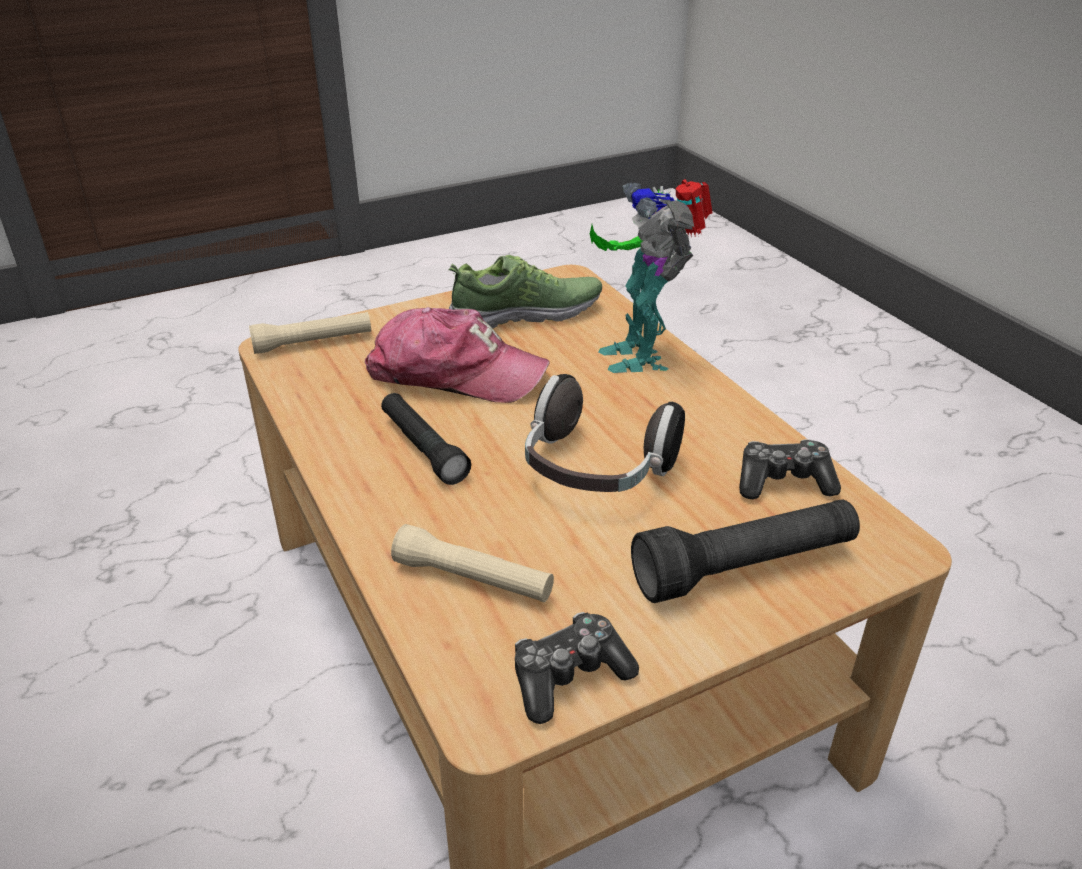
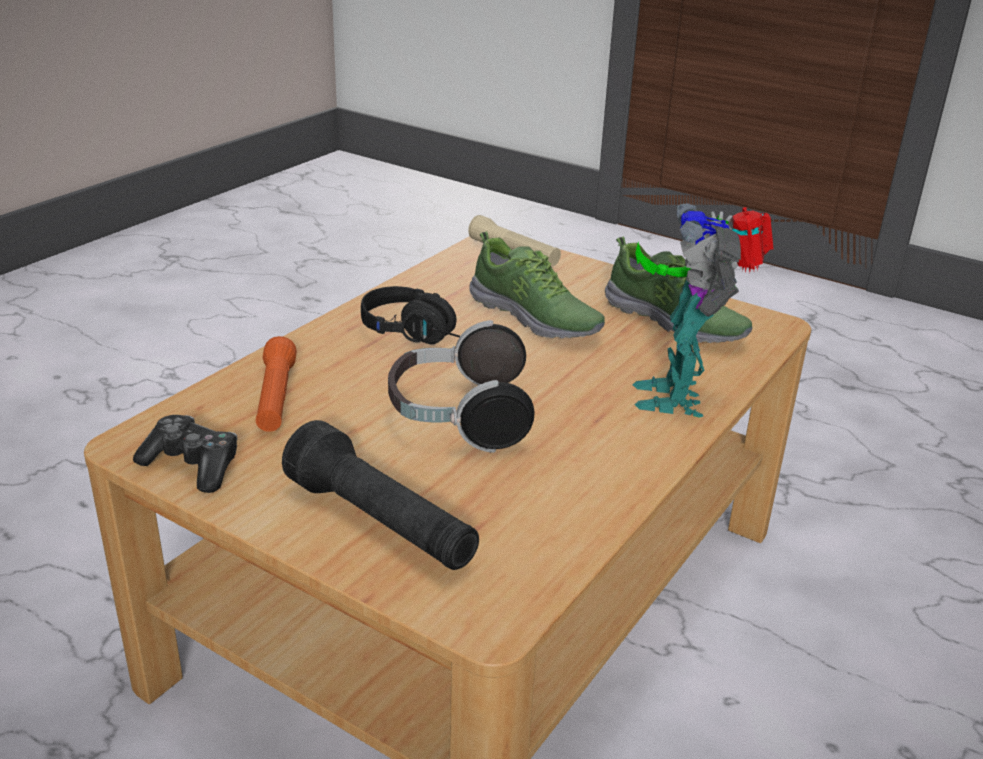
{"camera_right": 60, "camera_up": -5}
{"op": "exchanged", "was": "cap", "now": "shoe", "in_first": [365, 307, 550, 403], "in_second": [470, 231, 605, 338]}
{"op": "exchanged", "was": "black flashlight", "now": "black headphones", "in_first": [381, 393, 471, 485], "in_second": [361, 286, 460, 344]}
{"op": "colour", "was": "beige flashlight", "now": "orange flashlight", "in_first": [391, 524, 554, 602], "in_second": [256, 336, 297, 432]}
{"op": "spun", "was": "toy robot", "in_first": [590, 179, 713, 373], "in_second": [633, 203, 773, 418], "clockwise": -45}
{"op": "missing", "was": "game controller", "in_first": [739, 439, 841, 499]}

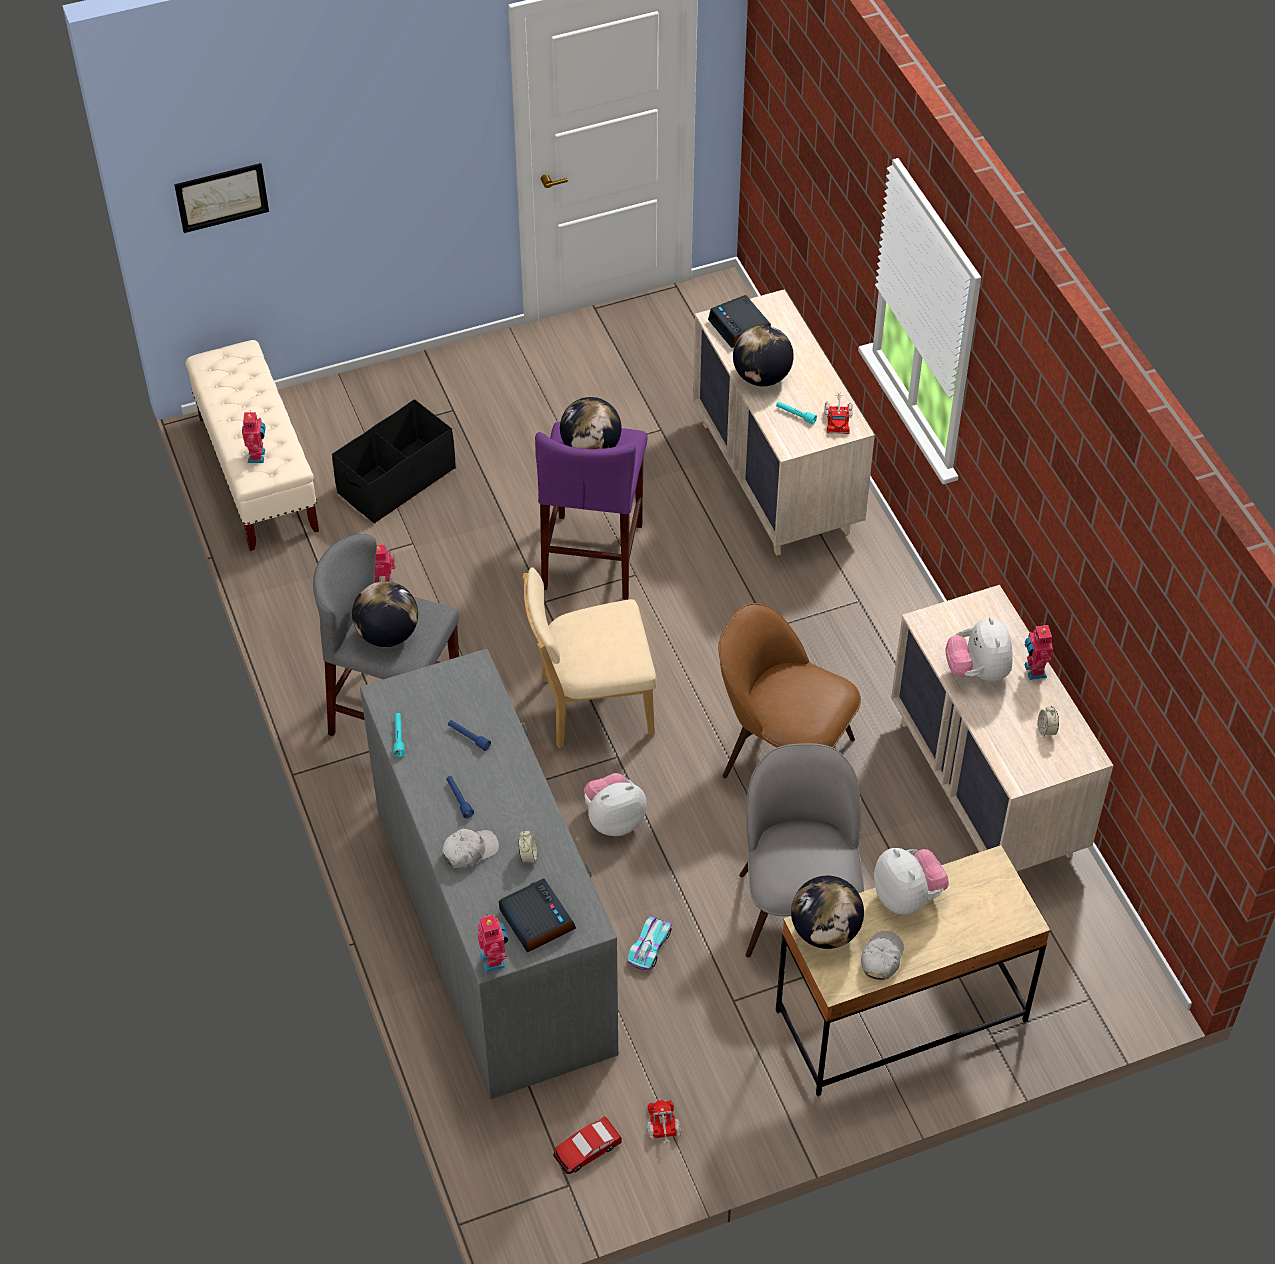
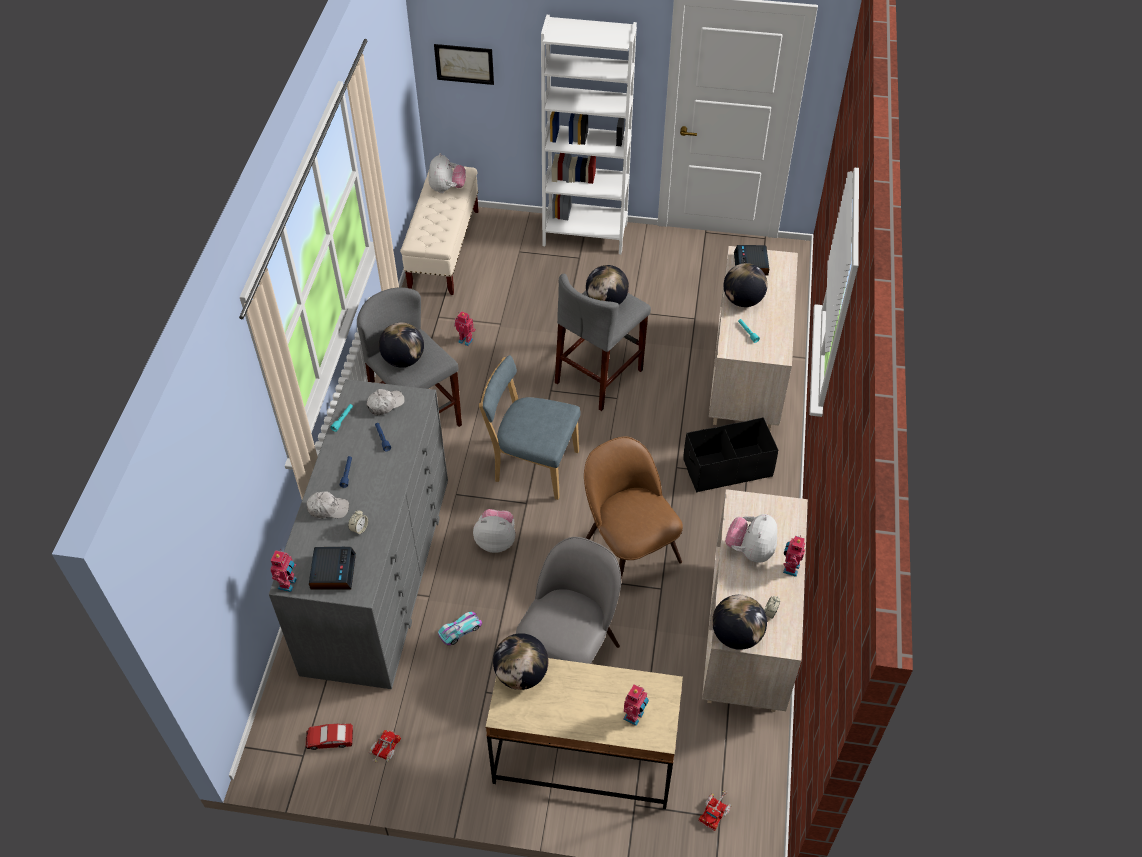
{"camera_right": 30, "camera_up": 0}
{"op": "relocated", "was": "toy robot", "in_first": [242, 410, 266, 463], "in_second": [623, 684, 649, 726]}
{"op": "relocated", "was": "black storage box", "in_first": [332, 399, 456, 524], "in_second": [683, 417, 778, 492]}
{"op": "colour", "was": "beige chair", "now": "blue chair", "in_first": [522, 567, 657, 748], "in_second": [479, 355, 581, 500]}
{"op": "colour", "was": "purple stool", "now": "grey stool", "in_first": [535, 422, 648, 600], "in_second": [555, 274, 651, 411]}
{"op": "relocated", "was": "toy truck", "in_first": [824, 392, 853, 434], "in_second": [698, 790, 732, 831]}
{"op": "relocated", "was": "white cap", "in_first": [861, 931, 904, 980], "in_second": [367, 389, 405, 415]}
{"op": "relocated", "was": "plush toy", "in_first": [874, 848, 949, 915], "in_second": [429, 153, 466, 193]}
{"op": "appeared", "now": "white bookcase", "in_second": [541, 15, 637, 254]}
{"op": "appeared", "now": "globe", "in_second": [712, 595, 767, 650]}

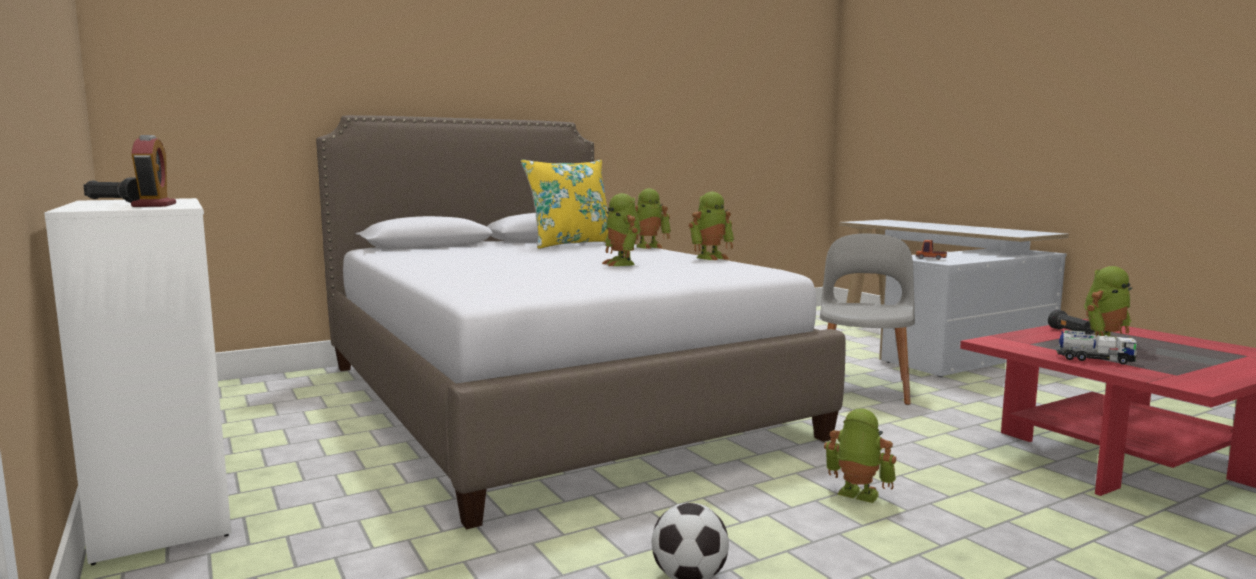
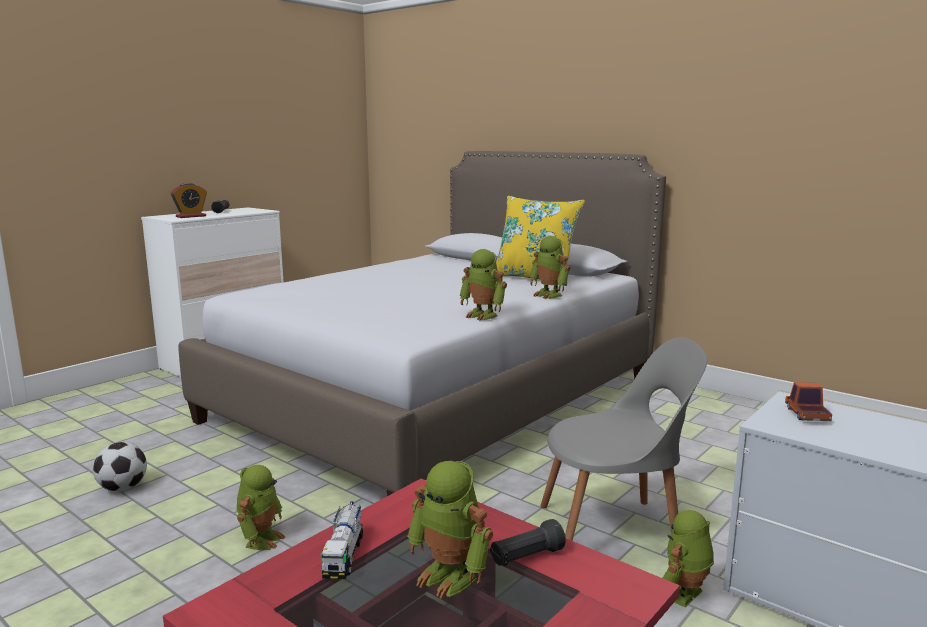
{"camera_right": 70, "camera_up": 5}
{"op": "relocated", "was": "toy robot", "in_first": [602, 193, 641, 266], "in_second": [663, 510, 714, 607]}

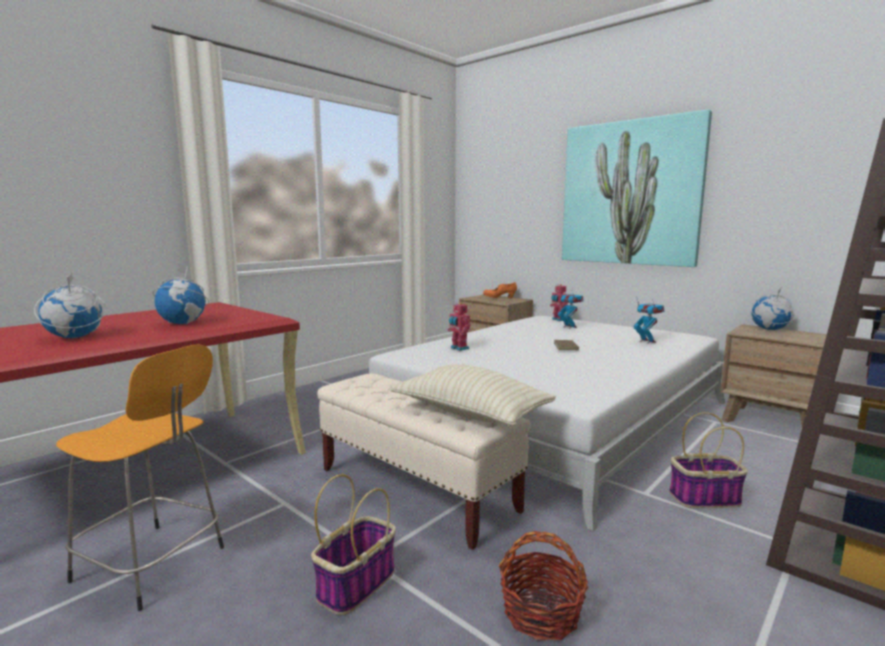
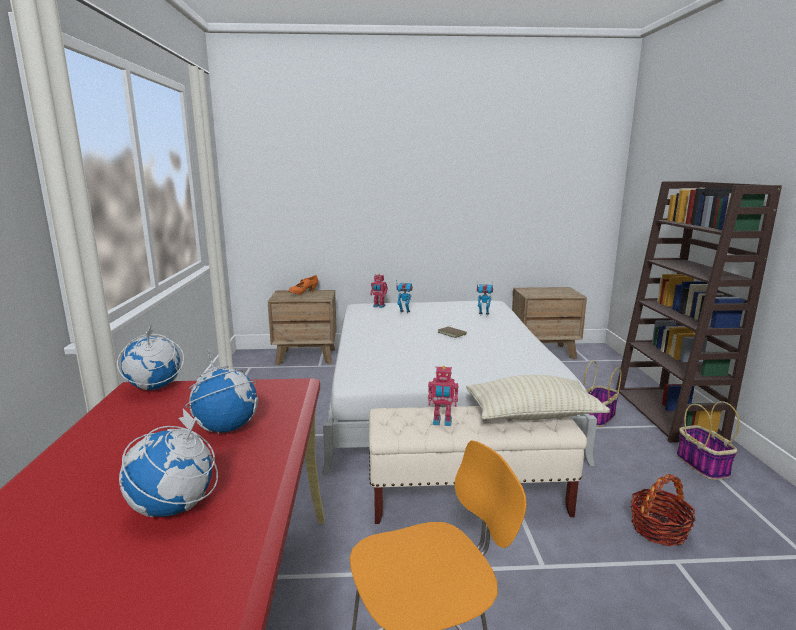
{"camera_right": -45, "camera_up": 5}
{"op": "relocated", "was": "basket", "in_first": [311, 474, 396, 615], "in_second": [676, 401, 740, 480]}
{"op": "relocated", "was": "toy robot", "in_first": [448, 302, 471, 351], "in_second": [428, 366, 458, 426]}
{"op": "missing", "was": "picture", "in_first": [562, 109, 712, 267]}
{"op": "relocated", "was": "globe", "in_first": [750, 286, 796, 330], "in_second": [117, 324, 184, 390]}

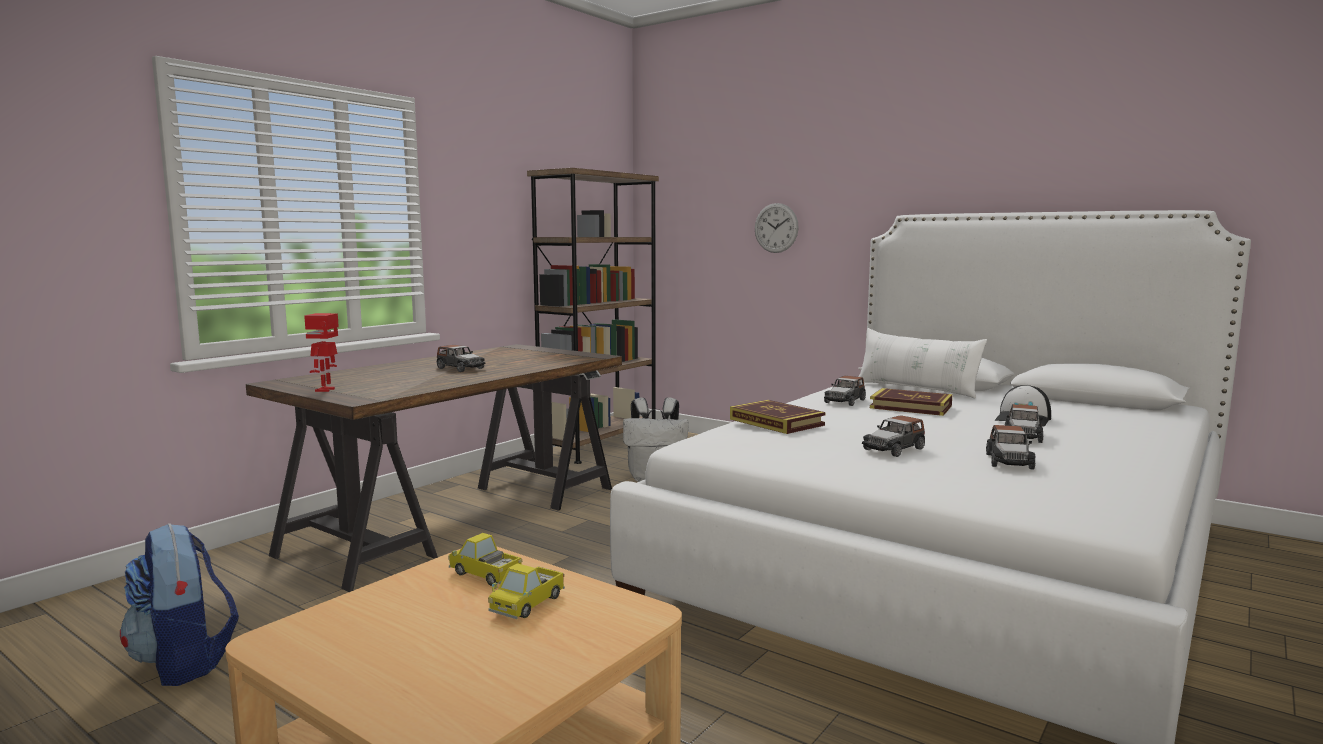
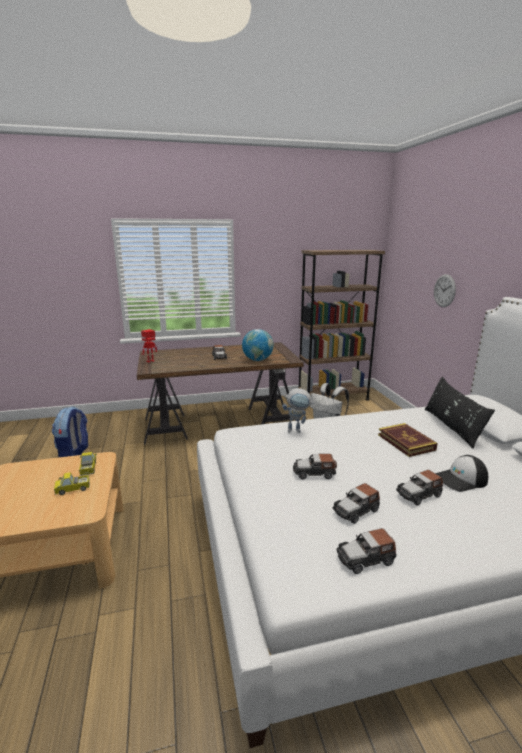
{"camera_right": 40, "camera_up": 10}
{"op": "exchanged", "was": "book", "now": "toy robot", "in_first": [730, 400, 825, 434], "in_second": [282, 388, 314, 433]}
{"op": "relocated", "was": "toy car", "in_first": [824, 376, 866, 406], "in_second": [337, 528, 396, 574]}
{"op": "colour", "was": "white pillow", "now": "black pillow", "in_first": [858, 328, 987, 399], "in_second": [425, 376, 495, 449]}
{"op": "appeared", "now": "globe", "in_second": [242, 329, 274, 361]}

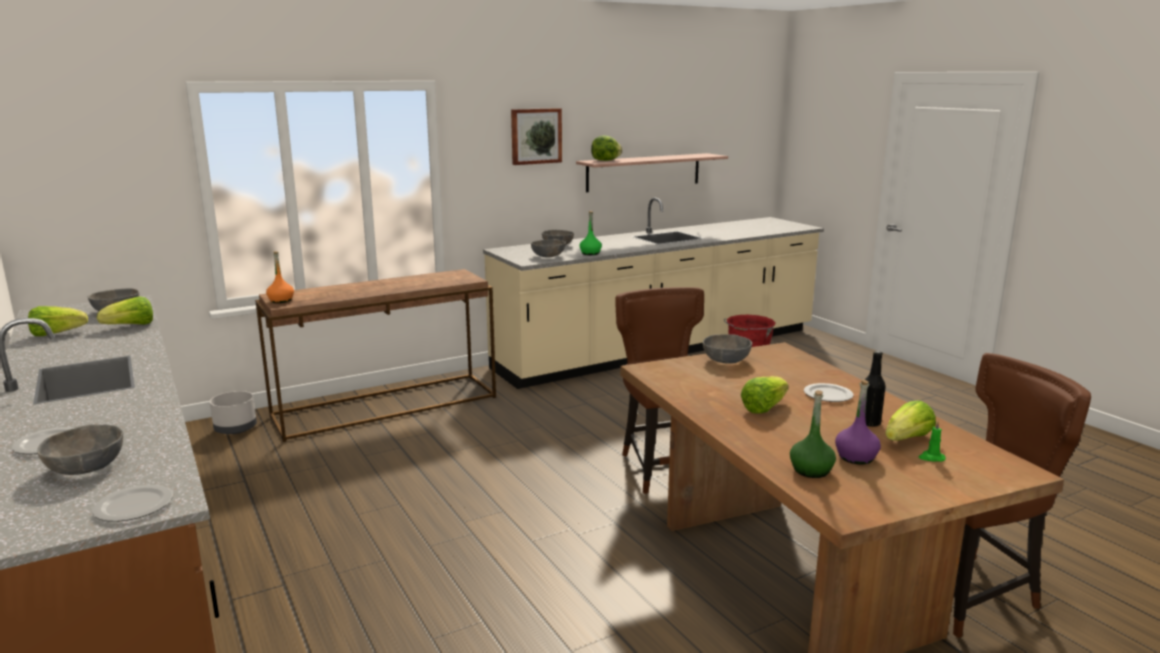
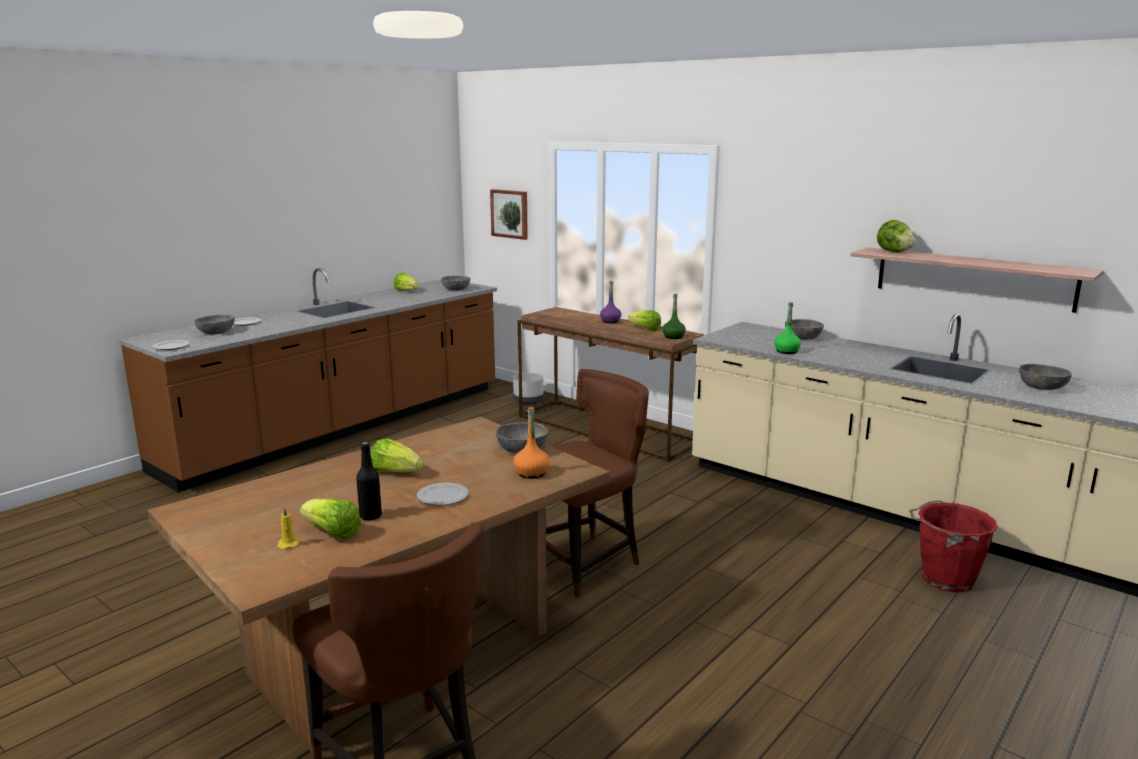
{"camera_right": 70, "camera_up": 0}
{"op": "relocated", "was": "lettuce", "in_first": [97, 296, 153, 325], "in_second": [628, 310, 661, 331]}
{"op": "relocated", "was": "orange bottle", "in_first": [266, 251, 294, 303], "in_second": [513, 407, 550, 479]}
{"op": "relocated", "was": "picture", "in_first": [511, 108, 562, 165], "in_second": [490, 189, 528, 240]}
{"op": "relocated", "was": "grey bowl", "in_first": [531, 239, 566, 257], "in_second": [1019, 364, 1072, 390]}
{"op": "relocated", "was": "green bottle", "in_first": [790, 390, 836, 478], "in_second": [663, 294, 686, 339]}
{"op": "relocated", "was": "purple bottle", "in_first": [835, 380, 881, 465], "in_second": [600, 281, 621, 323]}
{"op": "colour", "was": "green candle", "now": "yellow candle", "in_first": [919, 421, 946, 462], "in_second": [277, 507, 299, 549]}

